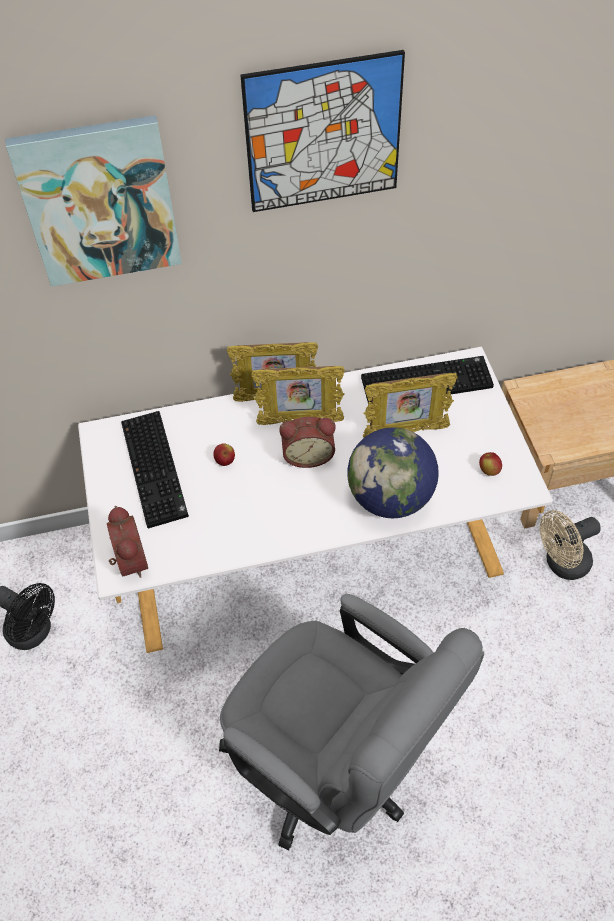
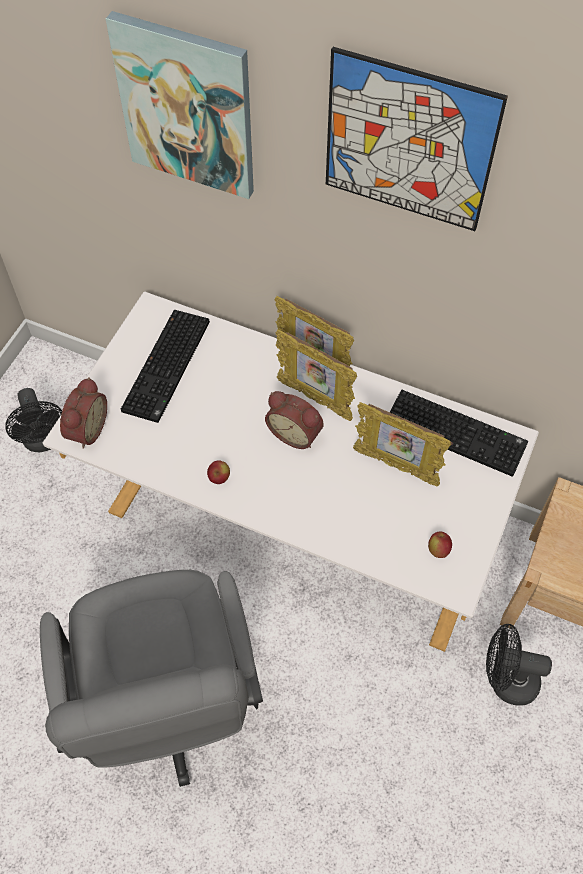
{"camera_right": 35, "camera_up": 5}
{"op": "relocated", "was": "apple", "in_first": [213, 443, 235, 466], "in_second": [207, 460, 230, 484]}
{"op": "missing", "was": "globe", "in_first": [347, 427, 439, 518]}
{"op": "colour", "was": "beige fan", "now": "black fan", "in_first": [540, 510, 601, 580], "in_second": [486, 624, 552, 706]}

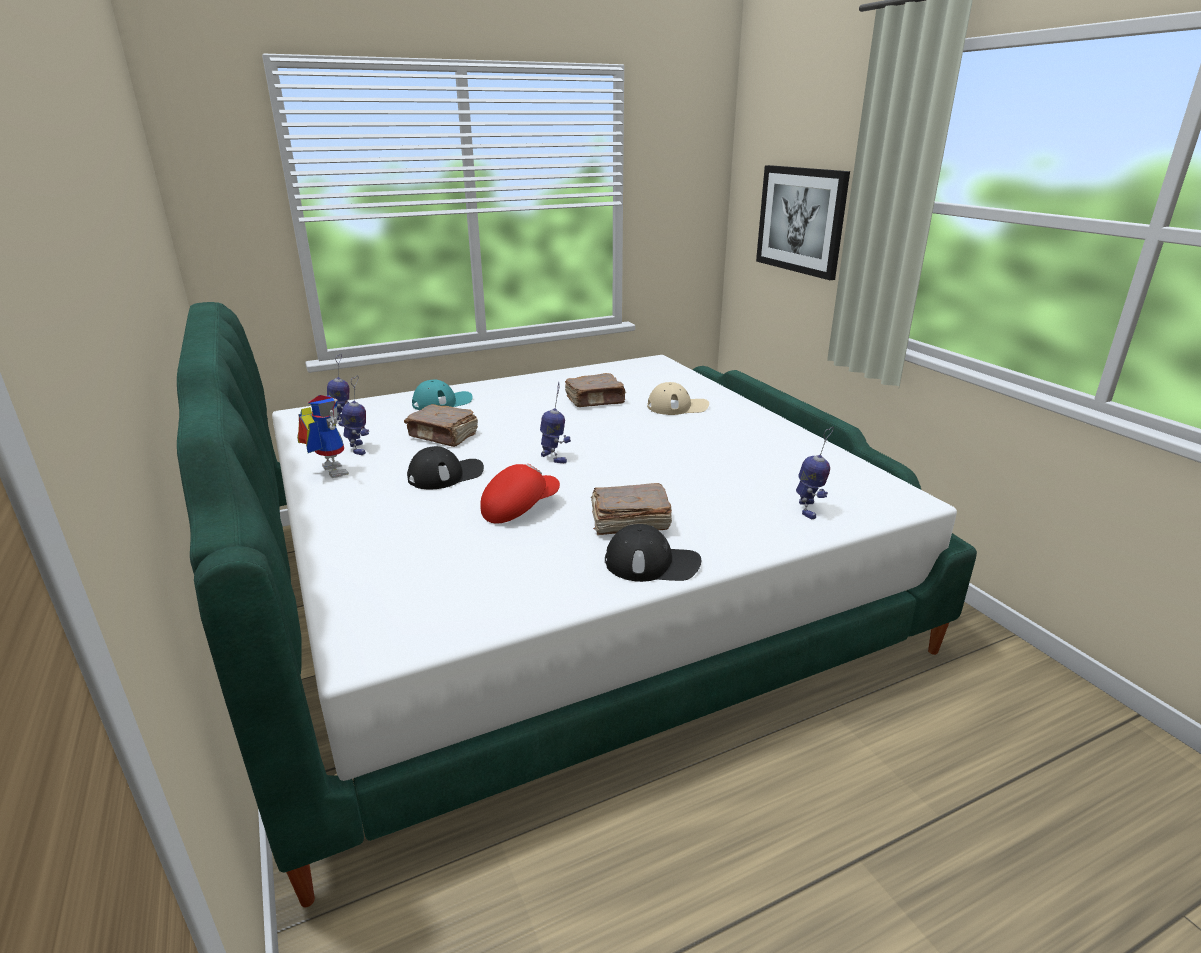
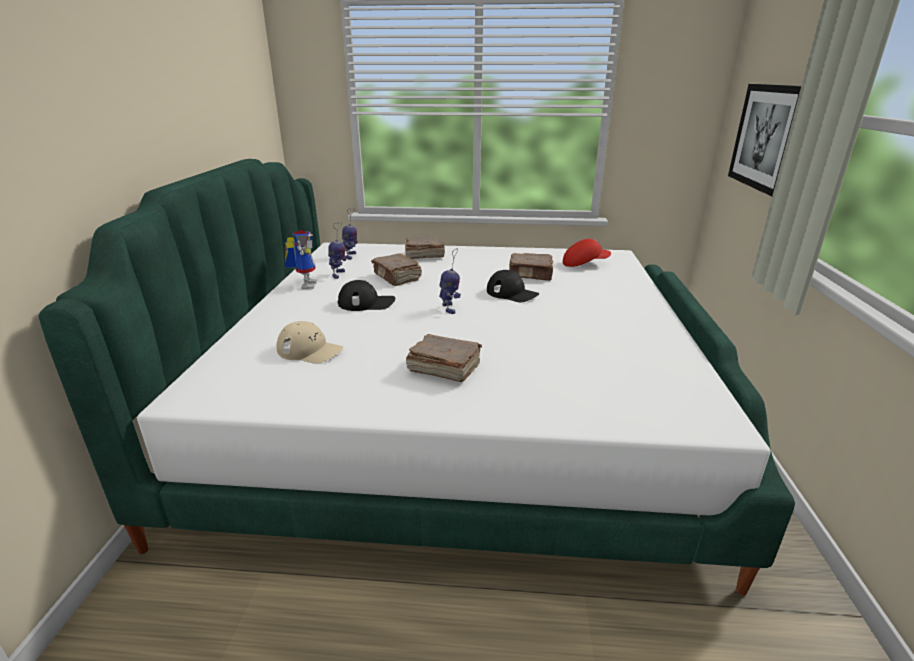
{"camera_right": 30, "camera_up": 0}
{"op": "exchanged", "was": "turquoise cap", "now": "brown book", "in_first": [412, 380, 473, 410], "in_second": [405, 237, 445, 259]}
{"op": "relocated", "was": "red cap", "in_first": [480, 464, 560, 524], "in_second": [563, 239, 611, 267]}
{"op": "relocated", "was": "black cap", "in_first": [605, 524, 701, 582], "in_second": [487, 270, 539, 303]}
{"op": "relocated", "was": "beige cap", "in_first": [647, 382, 709, 415], "in_second": [276, 321, 343, 364]}
{"op": "missing", "was": "toy robot", "in_first": [796, 427, 834, 519]}

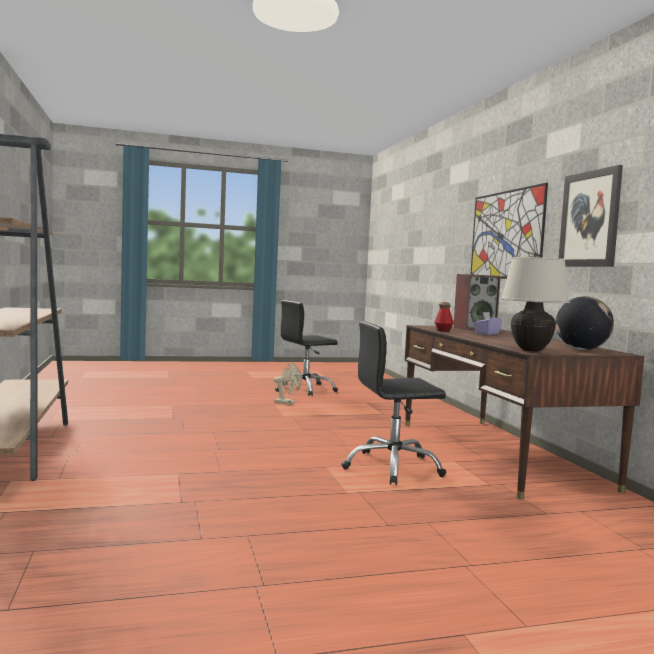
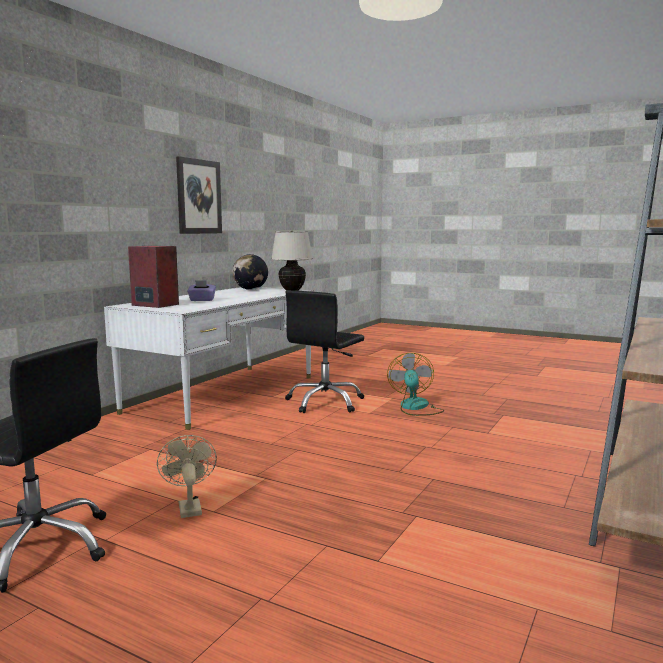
{"camera_right": -135, "camera_up": 5}
{"op": "spun", "was": "black office chair", "in_first": [341, 321, 447, 485], "in_second": [285, 290, 364, 413], "clockwise": 90}
{"op": "colour", "was": "brown desk", "now": "white desk", "in_first": [405, 325, 644, 499], "in_second": [104, 287, 314, 430]}
{"op": "missing", "was": "bottle", "in_first": [434, 302, 454, 332]}
{"op": "missing", "was": "picture", "in_first": [471, 183, 548, 279]}
{"op": "appeared", "now": "fan", "in_second": [387, 353, 444, 416]}

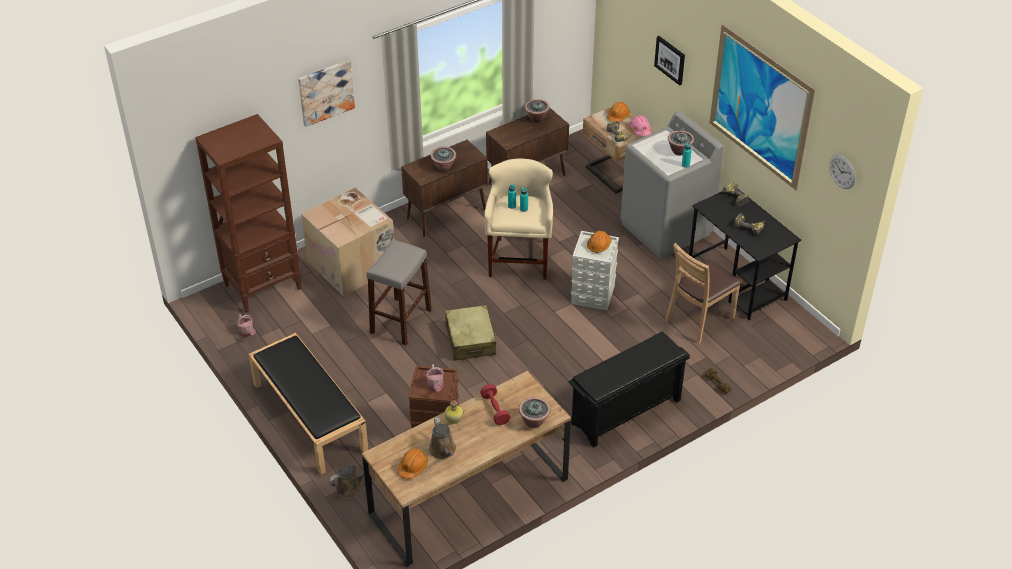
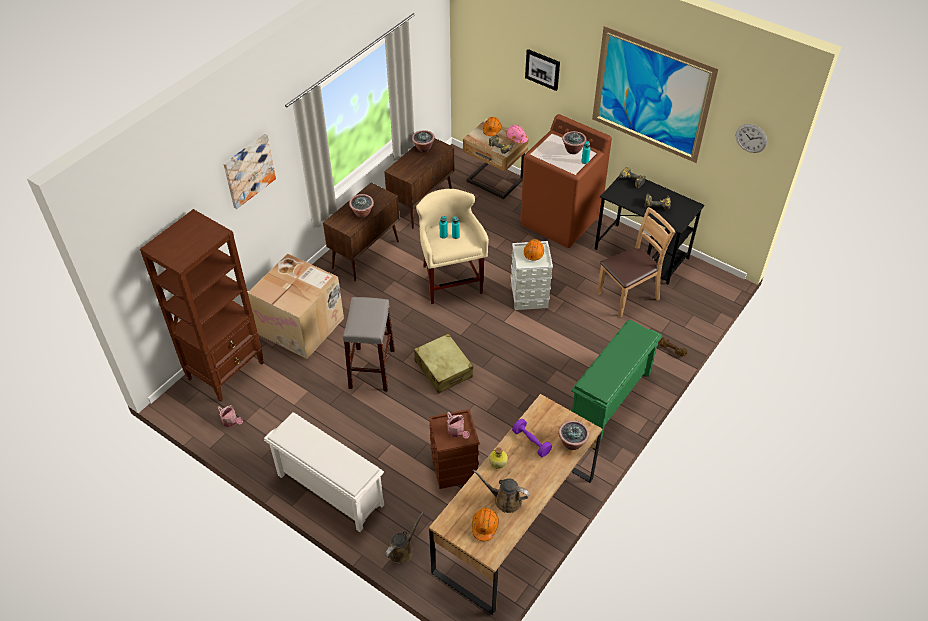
{"camera_right": -20, "camera_up": 5}
{"op": "exchanged", "was": "black bench", "now": "white shoe rack", "in_first": [249, 333, 369, 475], "in_second": [264, 412, 384, 532]}
{"op": "spun", "was": "brown watering can", "in_first": [429, 417, 456, 459], "in_second": [472, 469, 530, 513], "clockwise": 150}
{"op": "colour", "was": "red dumbbell", "now": "purple dumbbell", "in_first": [480, 384, 511, 425], "in_second": [512, 419, 552, 457]}
{"op": "colour", "was": "black shoe rack", "now": "green shoe rack", "in_first": [569, 332, 690, 448], "in_second": [571, 320, 662, 440]}
{"op": "colour", "was": "grey washing machine", "now": "brown washing machine", "in_first": [620, 111, 724, 258], "in_second": [520, 114, 612, 248]}
{"op": "spun", "was": "brown chair", "in_first": [665, 243, 742, 345], "in_second": [597, 207, 675, 317], "clockwise": -150}

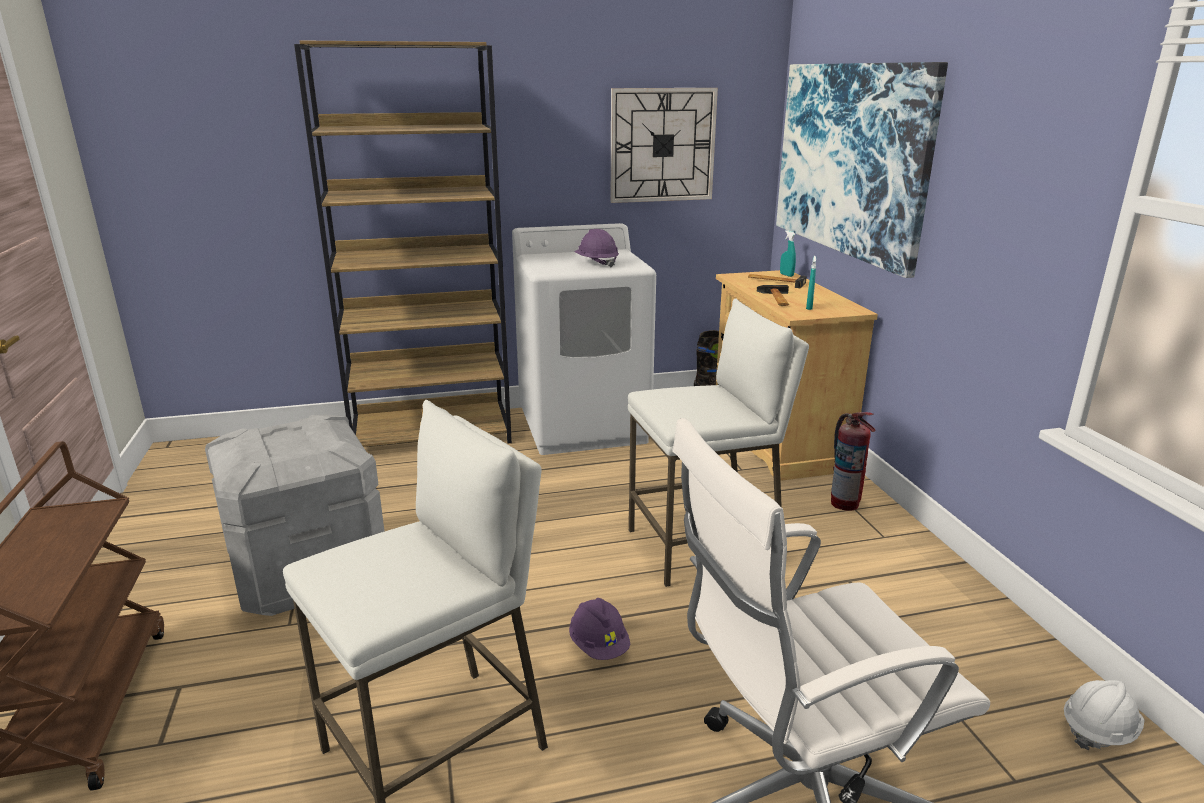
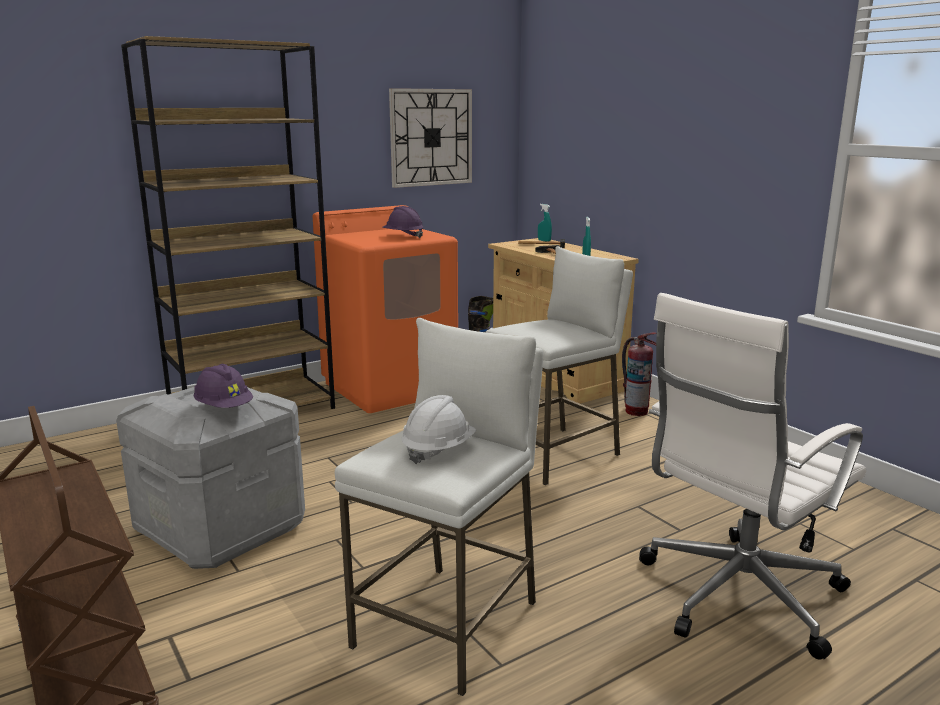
{"camera_right": -20, "camera_up": -5}
{"op": "colour", "was": "white washing machine", "now": "orange washing machine", "in_first": [512, 223, 656, 455], "in_second": [313, 205, 458, 413]}
{"op": "relocated", "was": "purple hard hat", "in_first": [569, 598, 630, 660], "in_second": [194, 364, 253, 408]}
{"op": "missing", "was": "picture", "in_first": [776, 62, 948, 278]}
{"op": "relocated", "was": "white hard hat", "in_first": [1064, 680, 1145, 750], "in_second": [401, 395, 476, 464]}

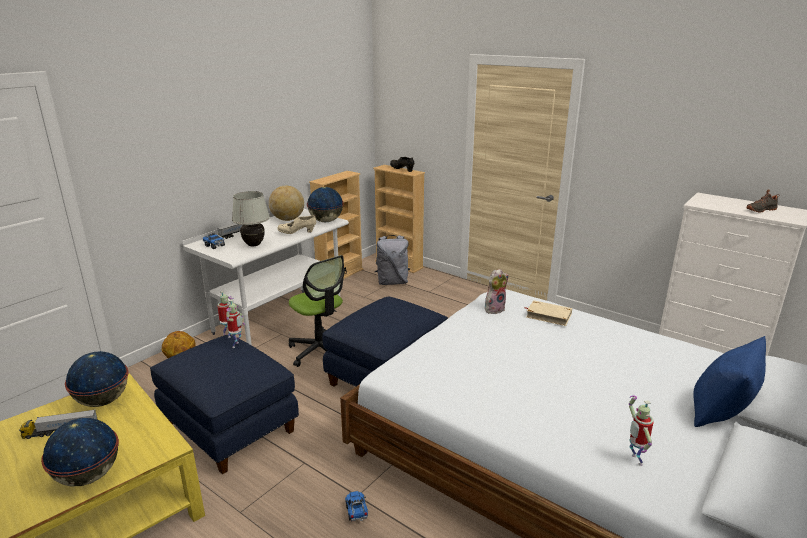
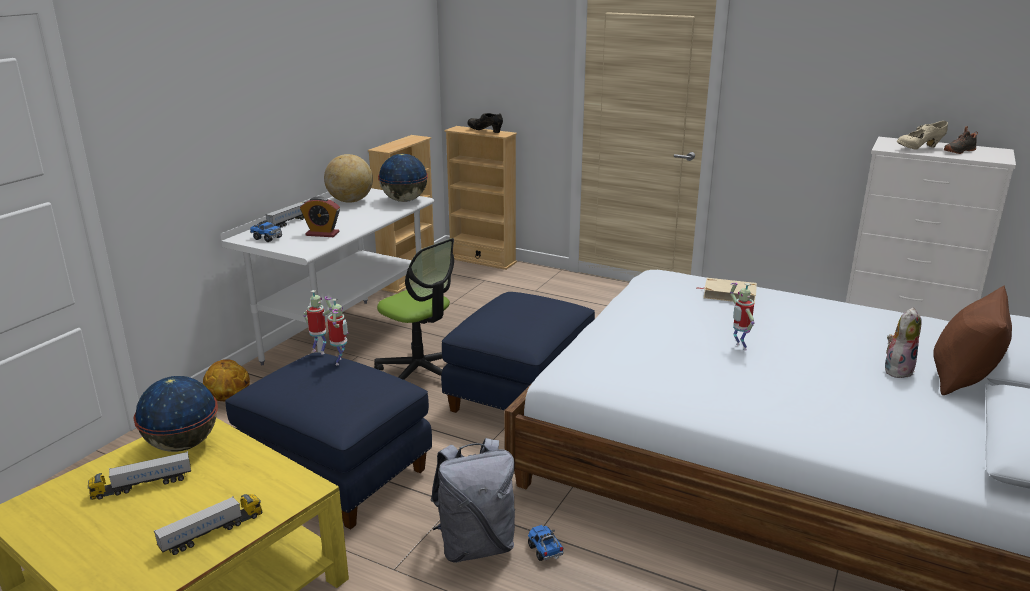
{"camera_right": -10, "camera_up": 0}
{"op": "exchanged", "was": "globe", "now": "toy truck", "in_first": [41, 418, 119, 487], "in_second": [154, 494, 262, 555]}
{"op": "exchanged", "was": "white table lamp", "now": "alarm clock", "in_first": [232, 191, 270, 246], "in_second": [300, 196, 340, 237]}
{"op": "relocated", "was": "beige shoe", "in_first": [277, 215, 316, 234], "in_second": [897, 121, 948, 150]}
{"op": "relocated", "was": "grey backpack", "in_first": [375, 235, 410, 285], "in_second": [431, 438, 515, 563]}
{"op": "relocated", "was": "plush toy", "in_first": [485, 269, 509, 314], "in_second": [885, 307, 922, 379]}
{"op": "relocated", "was": "toy robot", "in_first": [629, 396, 654, 466], "in_second": [730, 283, 755, 351]}
{"op": "colour", "was": "blue pillow", "now": "brown pillow", "in_first": [693, 336, 766, 427], "in_second": [933, 285, 1012, 395]}

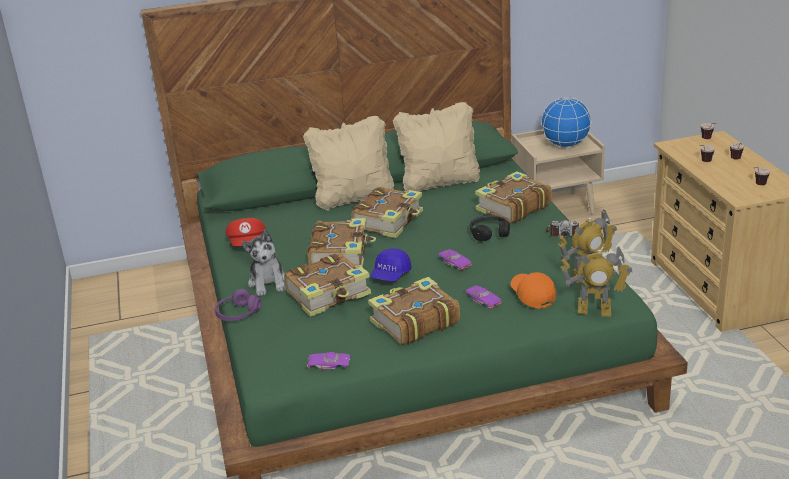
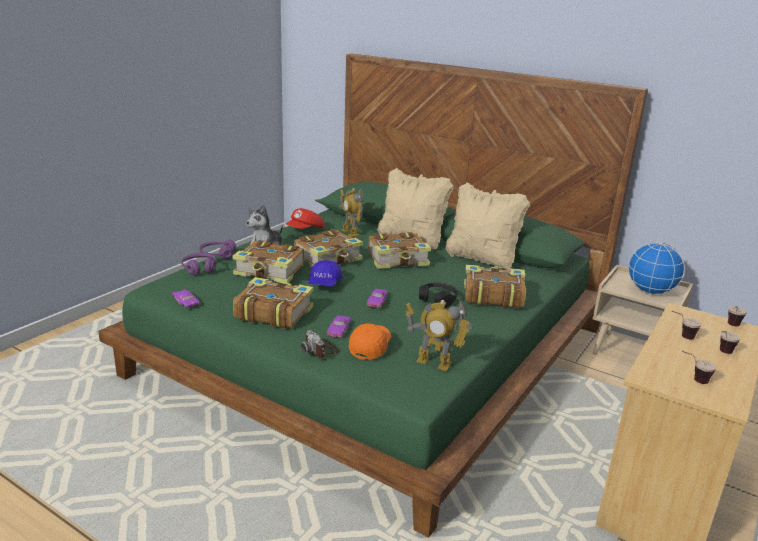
{"camera_right": 45, "camera_up": -5}
{"op": "spun", "was": "blue cap", "in_first": [370, 248, 412, 281], "in_second": [308, 260, 342, 287], "clockwise": -60}
{"op": "relocated", "was": "photo camera", "in_first": [545, 220, 579, 239], "in_second": [301, 330, 338, 358]}
{"op": "relocated", "was": "toy robot", "in_first": [561, 247, 632, 317], "in_second": [339, 188, 364, 238]}
{"op": "appeared", "now": "purple headphones", "in_second": [181, 253, 217, 275]}

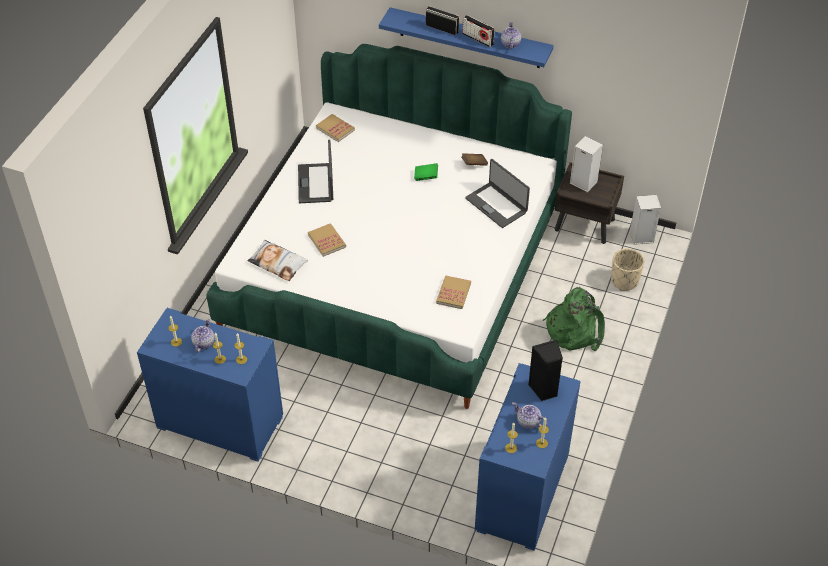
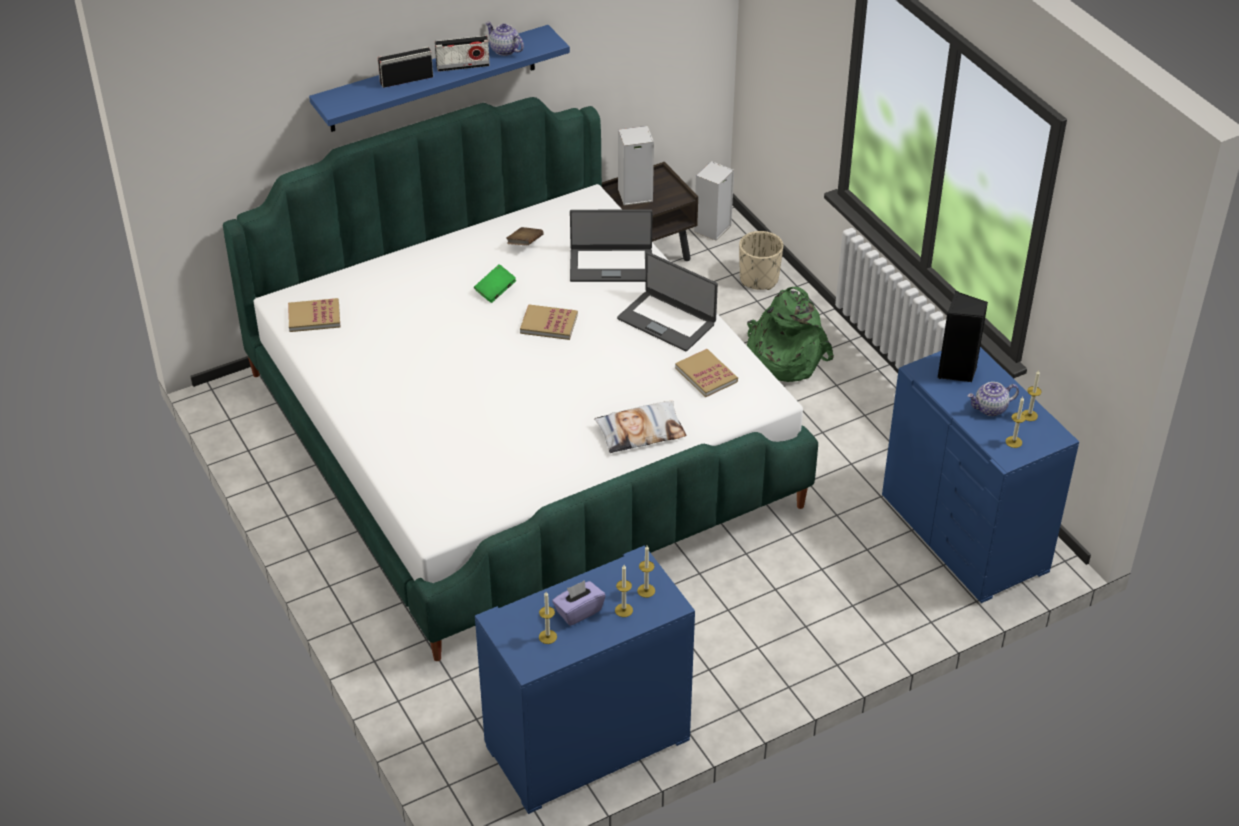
{"camera_right": -50, "camera_up": -5}
{"op": "exchanged", "was": "teapot", "now": "purple tissue box", "in_first": [191, 319, 215, 353], "in_second": [552, 580, 605, 626]}
{"op": "relocated", "was": "pillow", "in_first": [247, 240, 308, 281], "in_second": [594, 401, 686, 453]}
{"op": "relocated", "was": "laptop", "in_first": [298, 140, 333, 203], "in_second": [617, 252, 718, 351]}
{"op": "relocated", "was": "book", "in_first": [308, 224, 346, 257], "in_second": [520, 304, 578, 340]}

